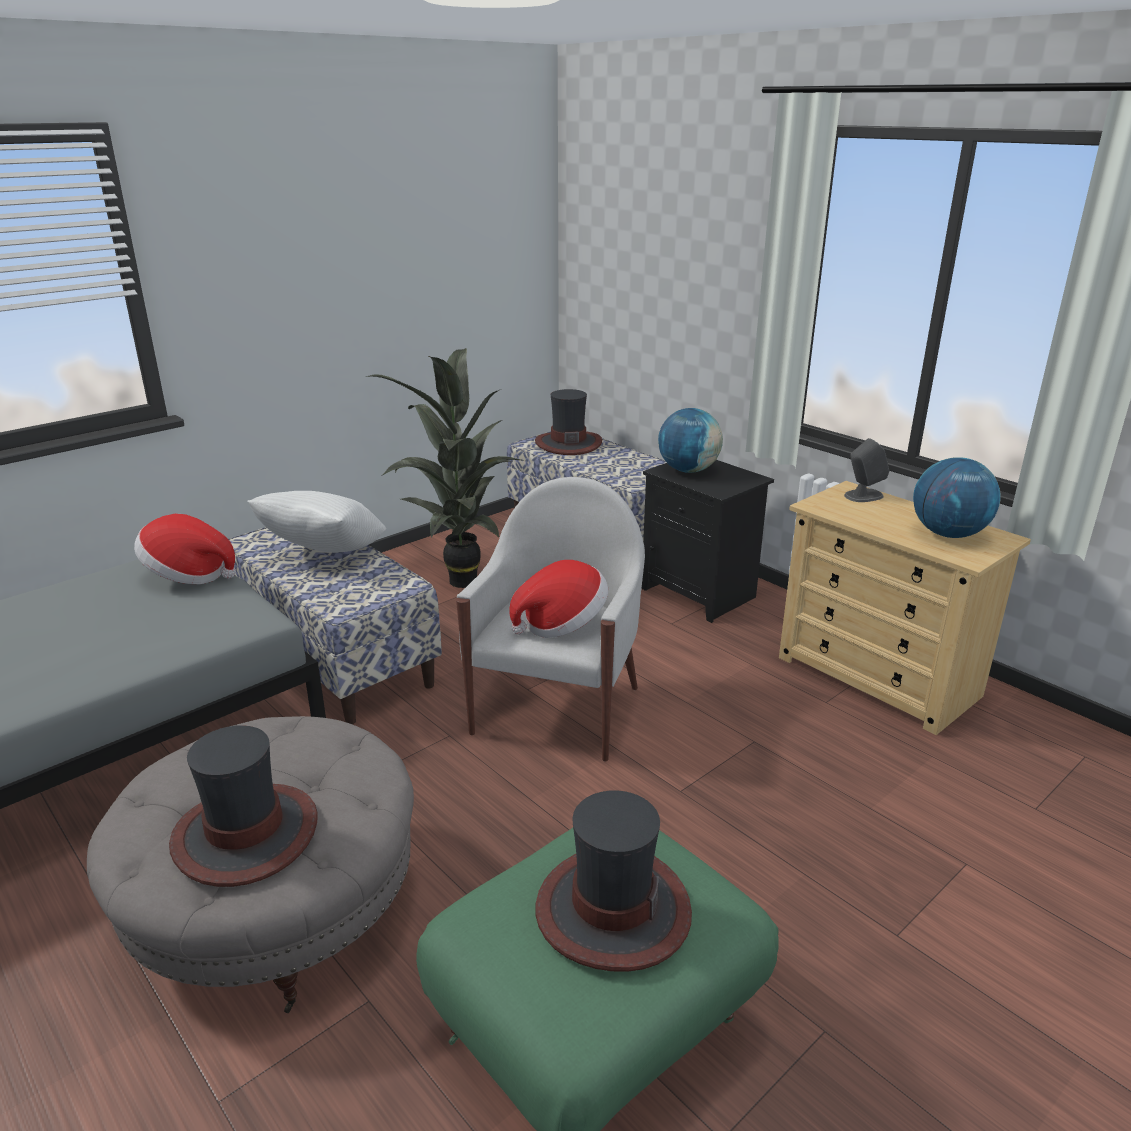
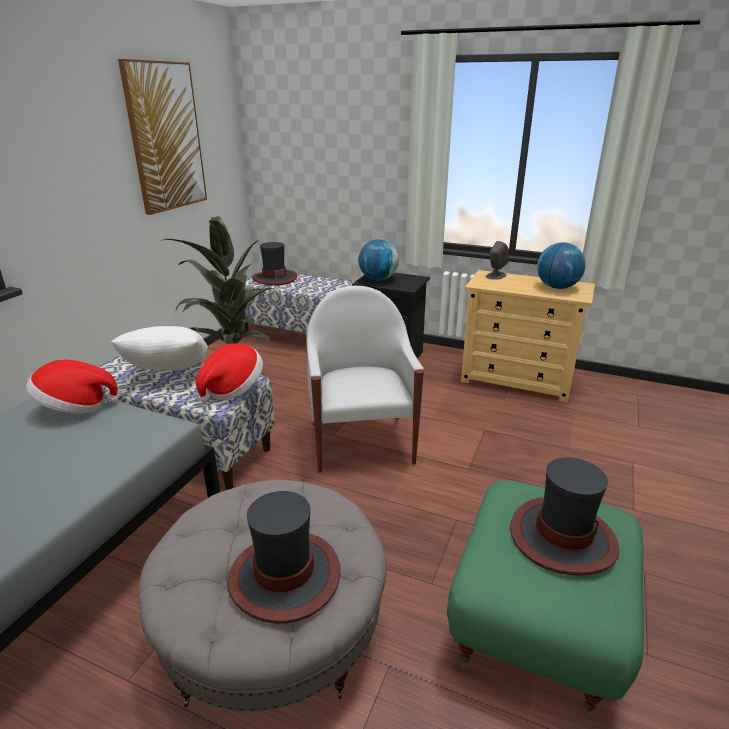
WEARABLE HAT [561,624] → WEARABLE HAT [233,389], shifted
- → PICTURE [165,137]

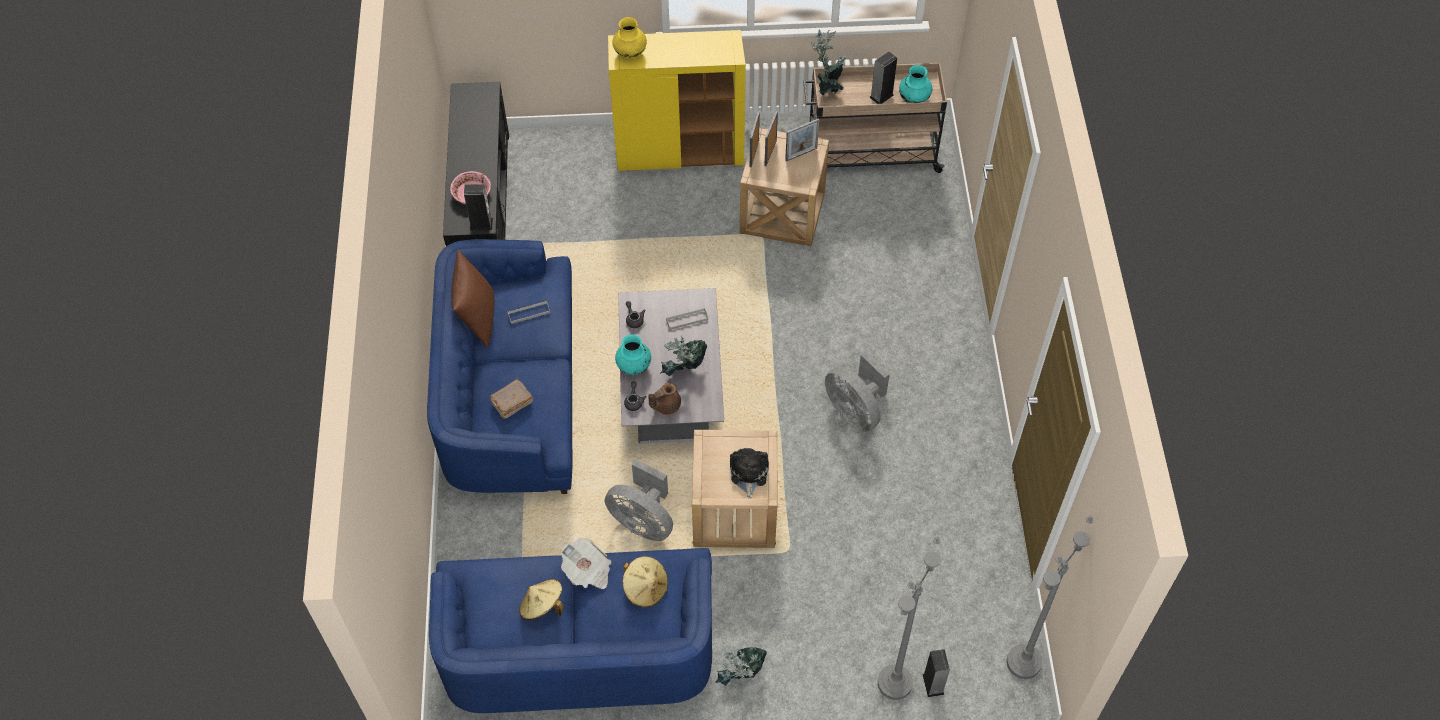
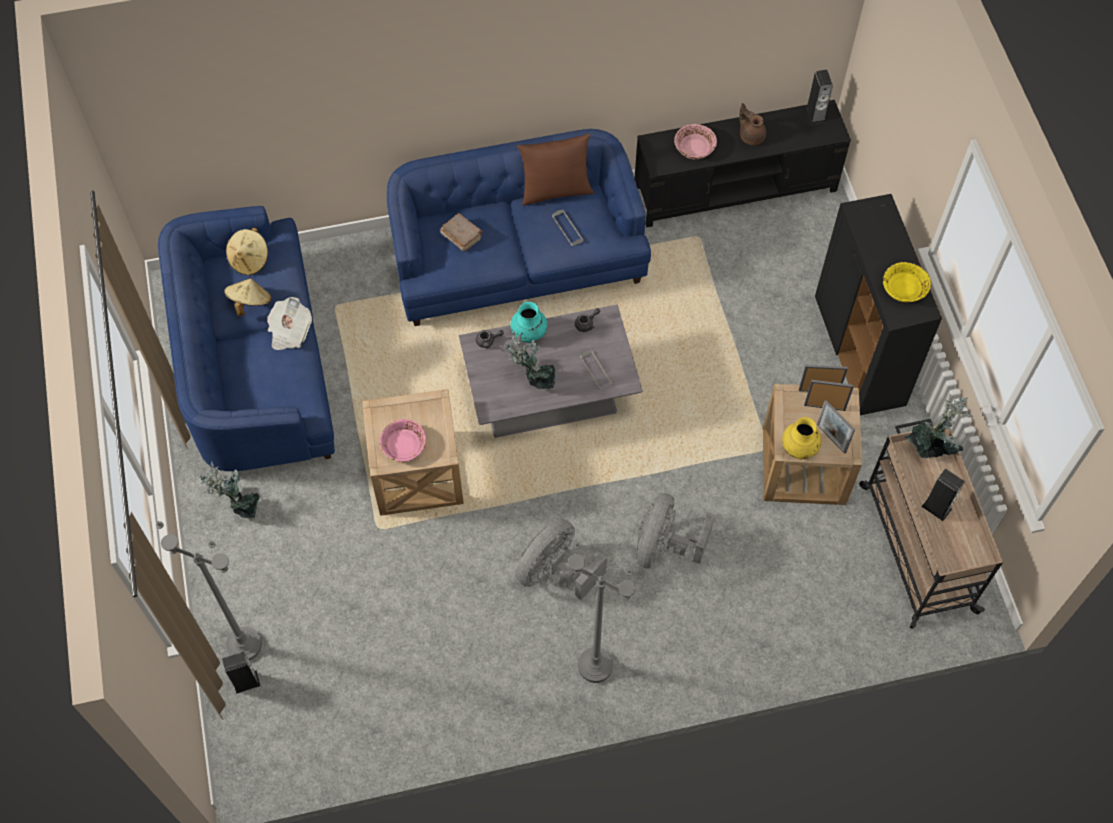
SPEAKER [481,224] → SPEAKER [815,114], shifted
GREYISH FAN [643,521] → GREYISH FAN [664,546], shifted
YELLOW CABINET [680,152] → BLACK CABINET [860,352]
YELLOW FLOWER VASE [630,53] → YELLOW FLOWER VASE [799,448], shifted
BEIGE-COLOURED WEARABLE HAT [645,588] → BEIGE-COLOURED WEARABLE HAT [250,260], shifted
BROWN-COLOURED POT FOR TEA [665,405] → BROWN-COLOURED POT FOR TEA [751,135], shifted
PLUSH TOY [748,474] → PINK-COLOURED DEEP DISH [403,445]
TURQUOISE FLOWER VASE [914,98] → -
GREYISH STANDARD LAMP [1023,663] → GREYISH STANDARD LAMP [595,666], shifted
- → YELLOW DEEP DISH [904,288]

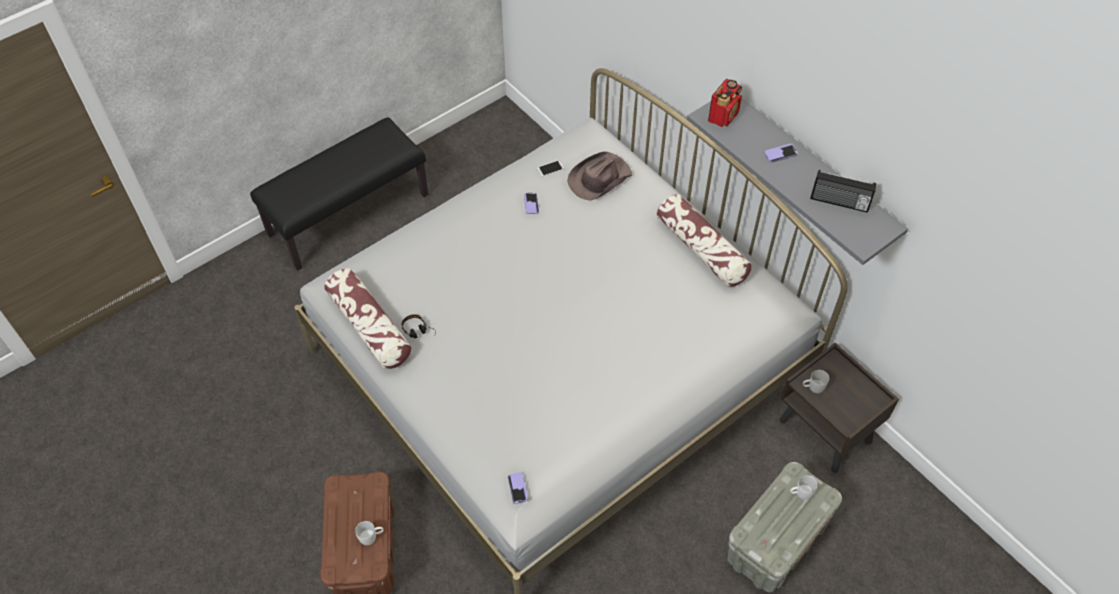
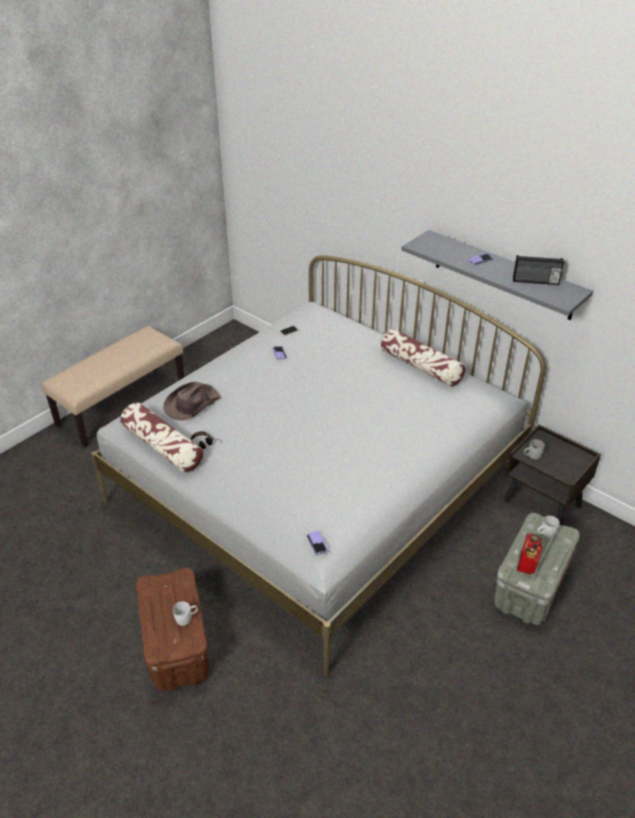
BLACK INDOOR BENCH [348,214] → BEIGE-COLOURED INDOOR BENCH [122,405]
BROWN-COLOURED WEARABLE HAT [598,179] → BROWN-COLOURED WEARABLE HAT [191,404], shifted
RADIO RECEIVER [723,116] → RADIO RECEIVER [527,564], shifted

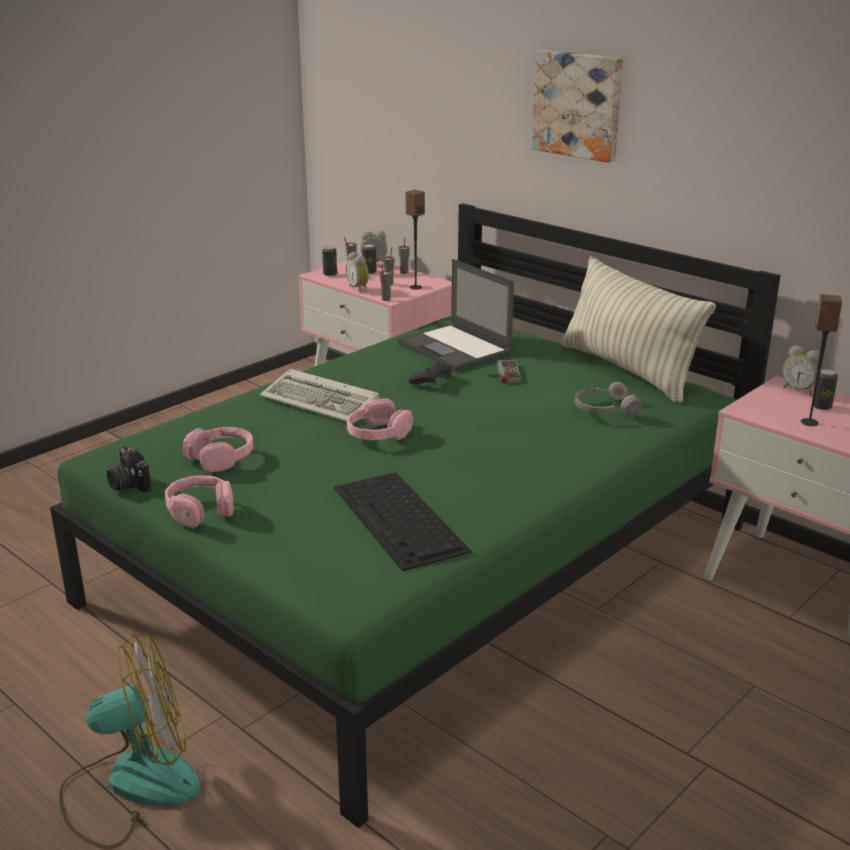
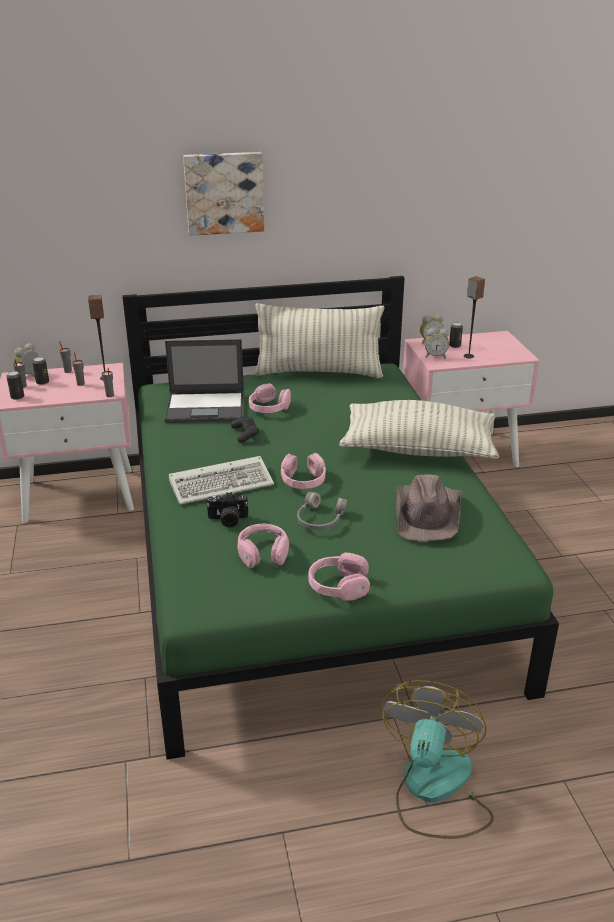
PHOTO CAMERA [128,484] → PHOTO CAMERA [228,520], shifted
KEYBOARD [400,519] → BROWN-COLOURED WEARABLE HAT [428,514]
TABLE CLOCK [359,288] → TABLE CLOCK [435,356], shifted
GAMEPAD [502,373] → PINK-COLOURED PAIR OF HEADPHONES [269,408]
GREYISH PAIR OF HEADPHONES [604,408] → GREYISH PAIR OF HEADPHONES [319,519], shifted
- → CUSHION [418,449]

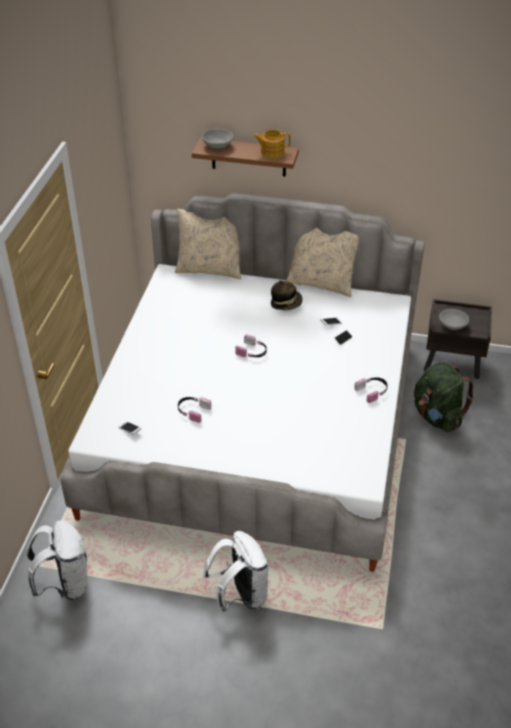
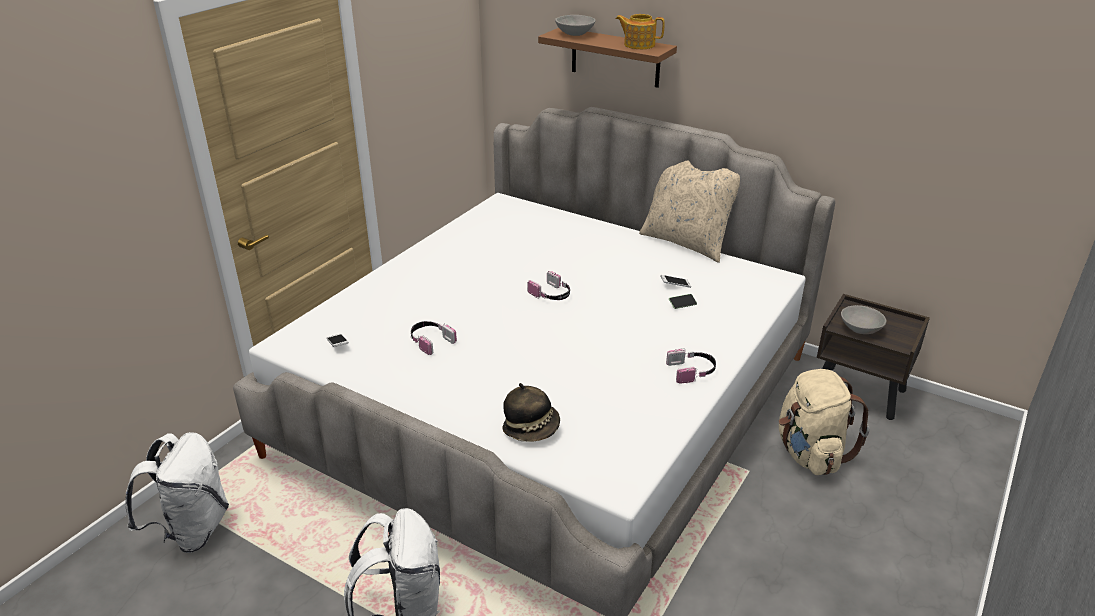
BEIGE-COLOURED CUSHION [210,269] → -
WEARABLE HAT [286,303] → WEARABLE HAT [532,428], shifted
GREEN BACKPACK [437,416] → BEIGE-COLOURED BACKPACK [810,453]

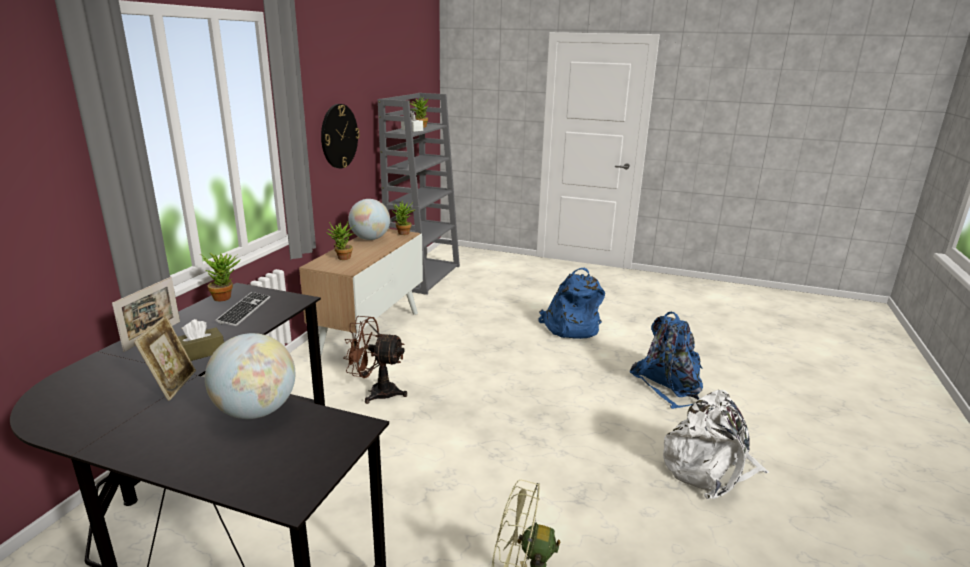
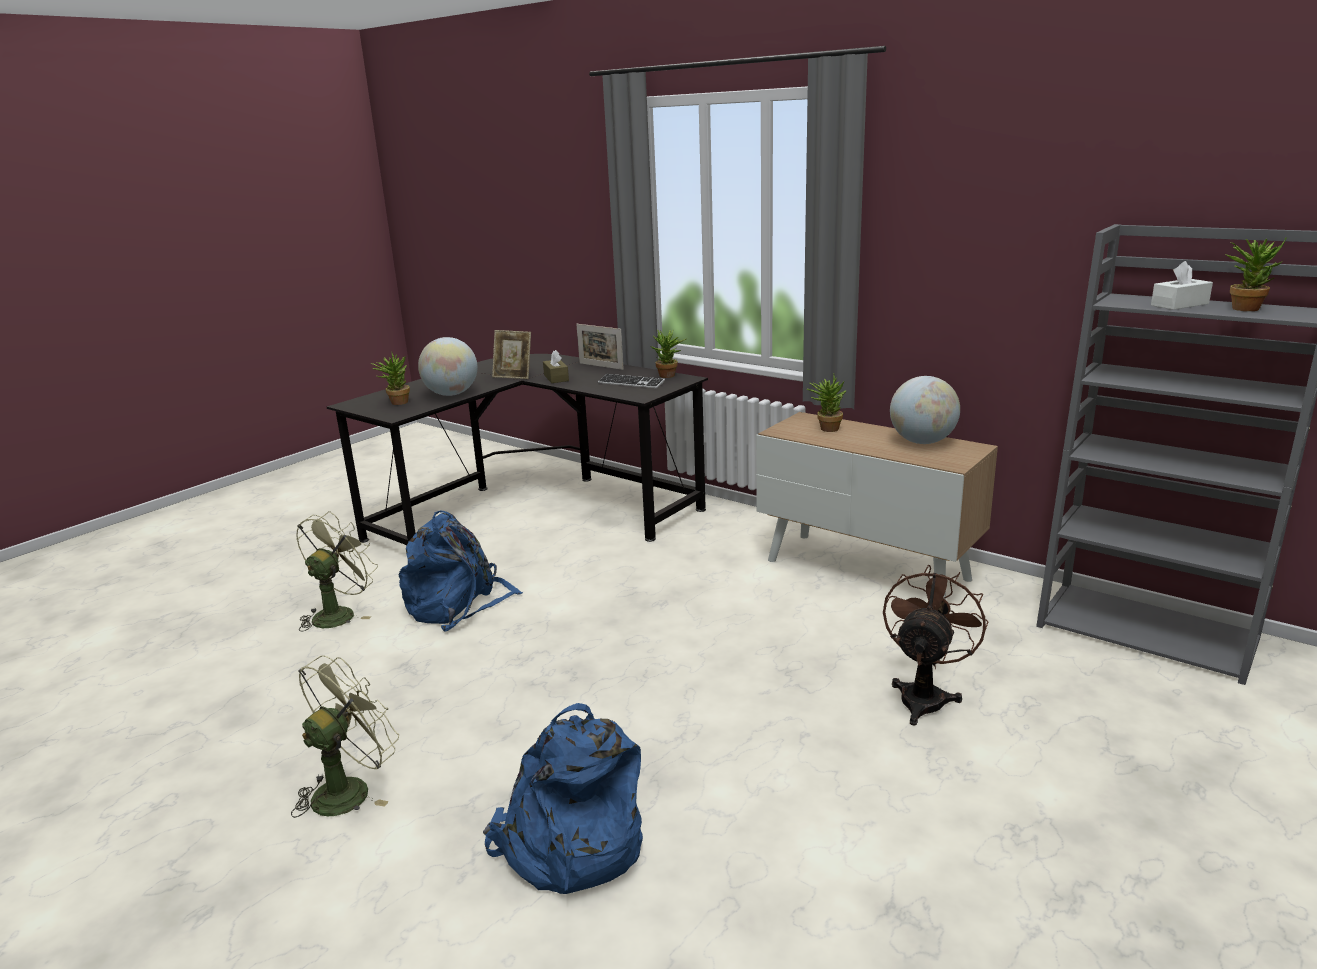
HANGING CLOCK [339,136] → -
BROWN-COLOURED FAN [376,392] → BROWN-COLOURED FAN [925,696], shifted
POTTED PLANT [404,234] → POTTED PLANT [396,402], shifted
BLUISH BACKPACK [570,328] → BLUISH BACKPACK [458,604], shifted
WHITISH BACKPACK [709,469] → GREEN FAN [350,789]

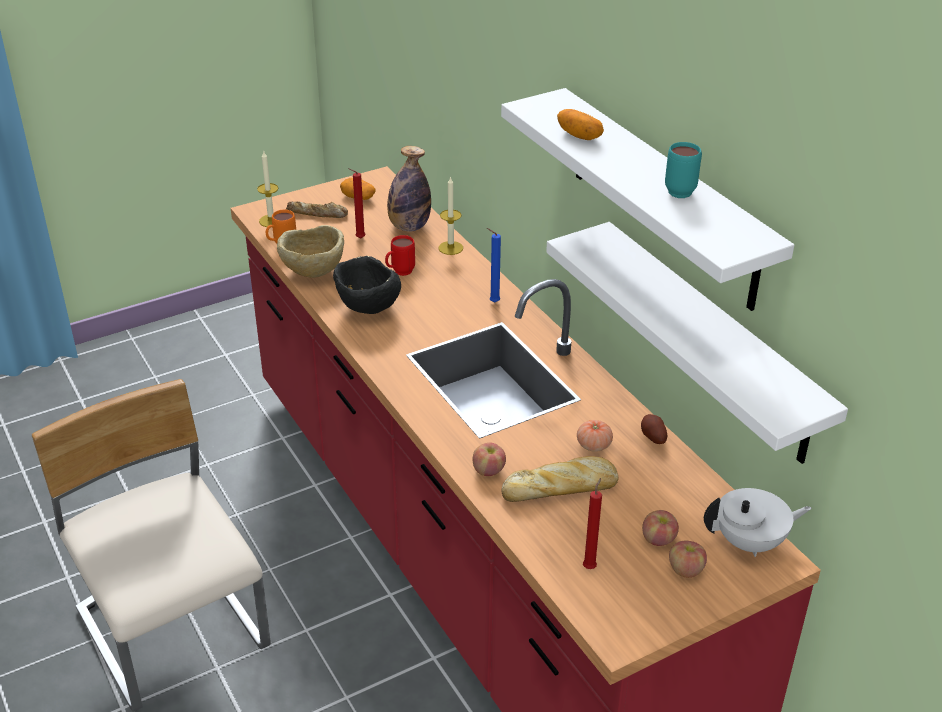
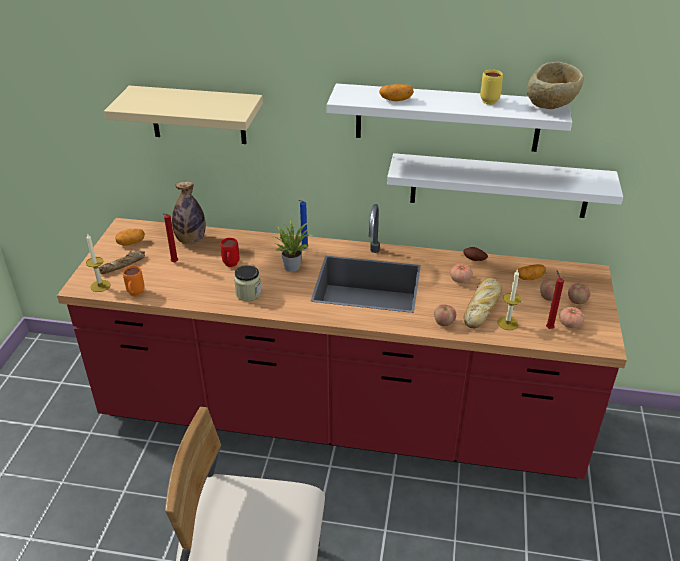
BEIGE-COLOURED DEEP DISH [313,274] → BEIGE-COLOURED DEEP DISH [550,107], shifted
BLACK DEEP DISH [367,309] → STORAGE JAR [248,293]
CANDLE [450,248] → CANDLE [507,323], shifted
TURQUOISE COFFEE MUG [684,190] → YELLOW COFFEE MUG [488,100]
WHITISH POT FOR TEA [750,542] → -
- → BEIGE-COLOURED WALL SHELF [198,115]
- → POTTED PLANT [292,265]
- → POTATO [529,278]
- → WHOLE TOMATO [570,324]

